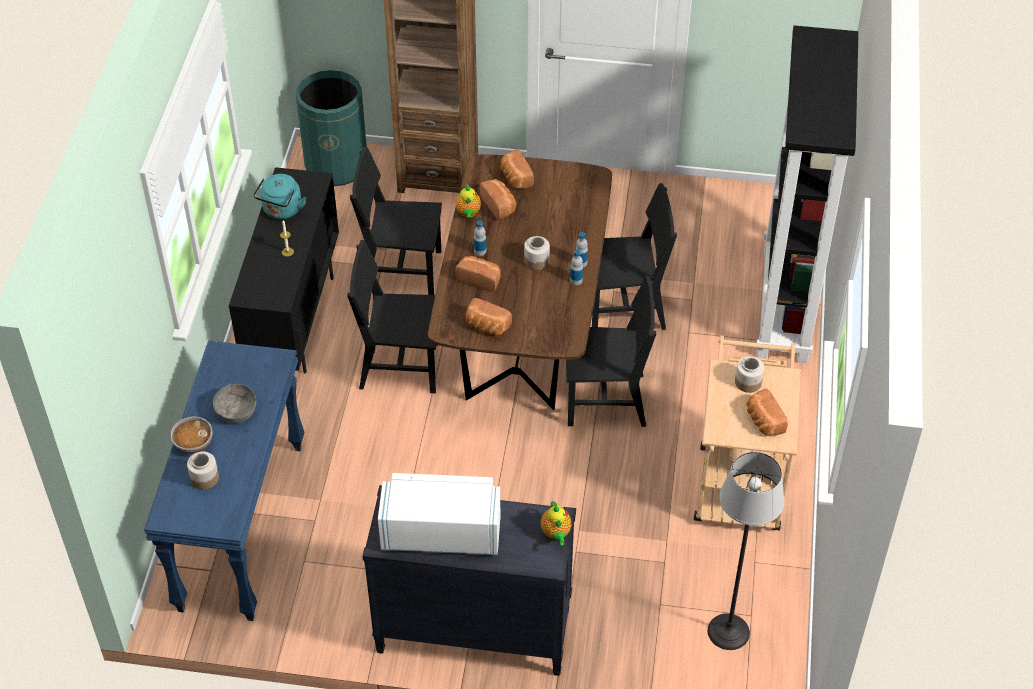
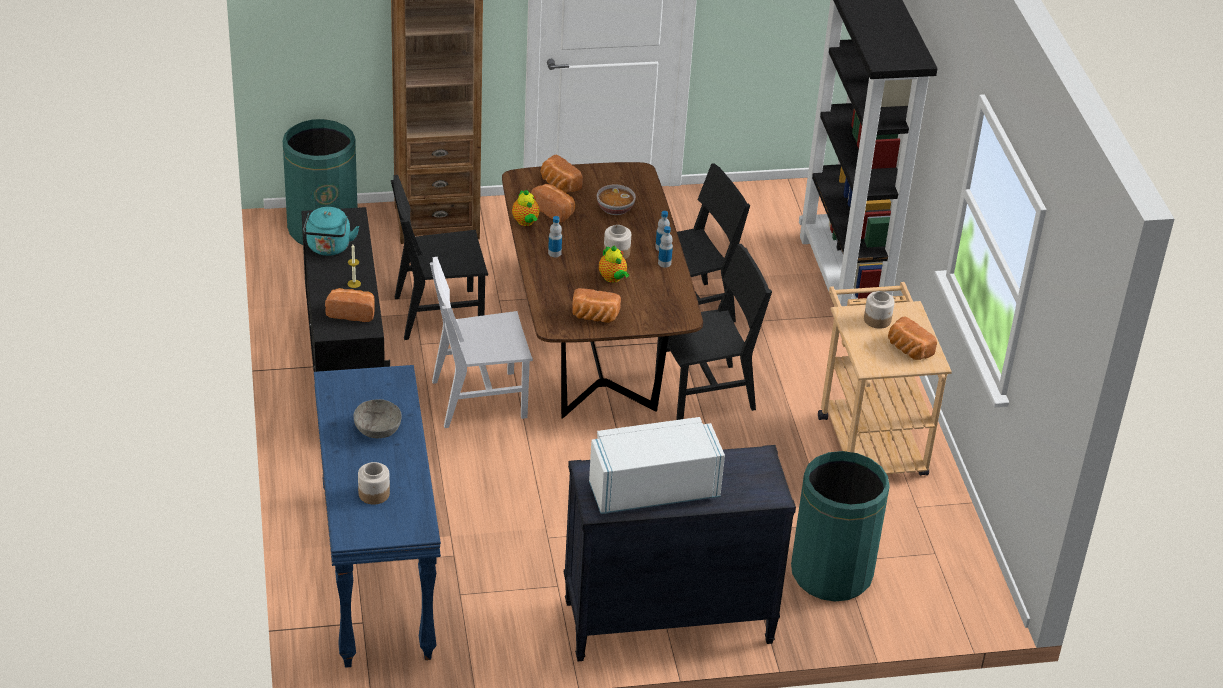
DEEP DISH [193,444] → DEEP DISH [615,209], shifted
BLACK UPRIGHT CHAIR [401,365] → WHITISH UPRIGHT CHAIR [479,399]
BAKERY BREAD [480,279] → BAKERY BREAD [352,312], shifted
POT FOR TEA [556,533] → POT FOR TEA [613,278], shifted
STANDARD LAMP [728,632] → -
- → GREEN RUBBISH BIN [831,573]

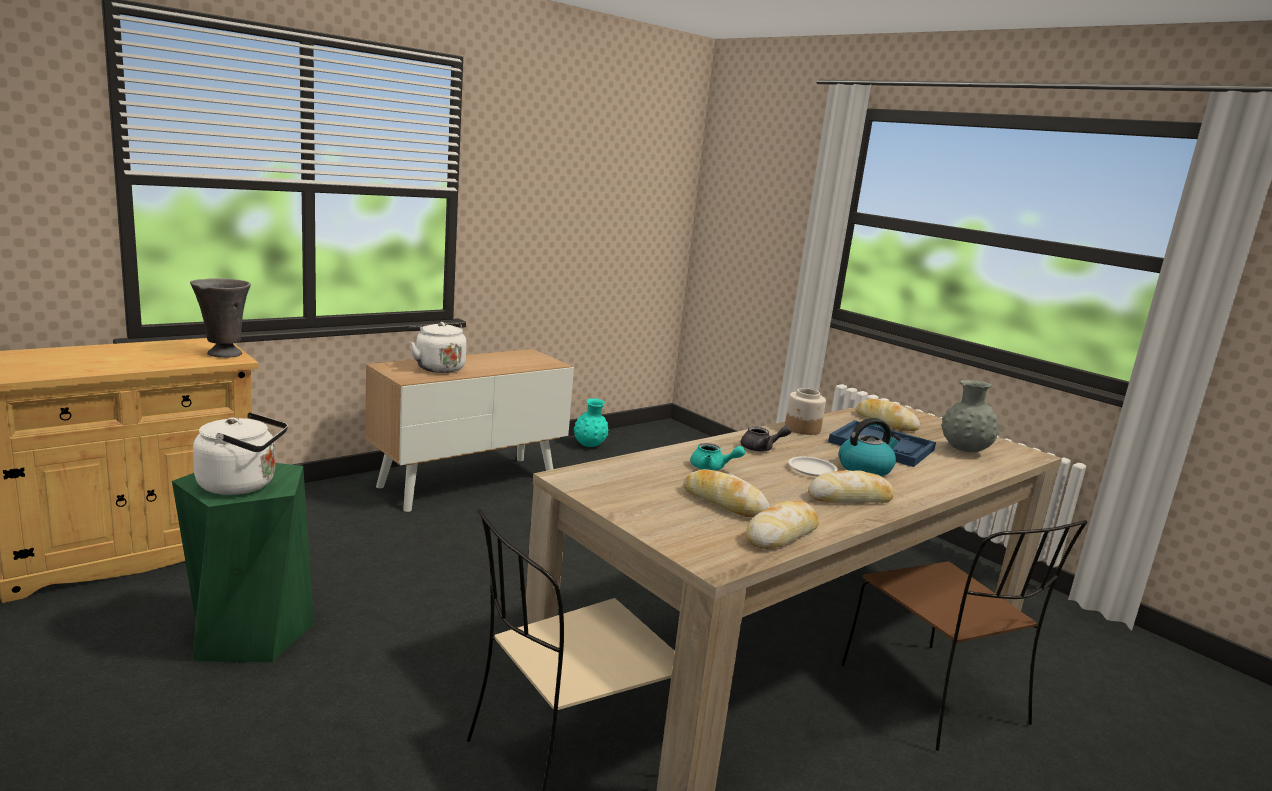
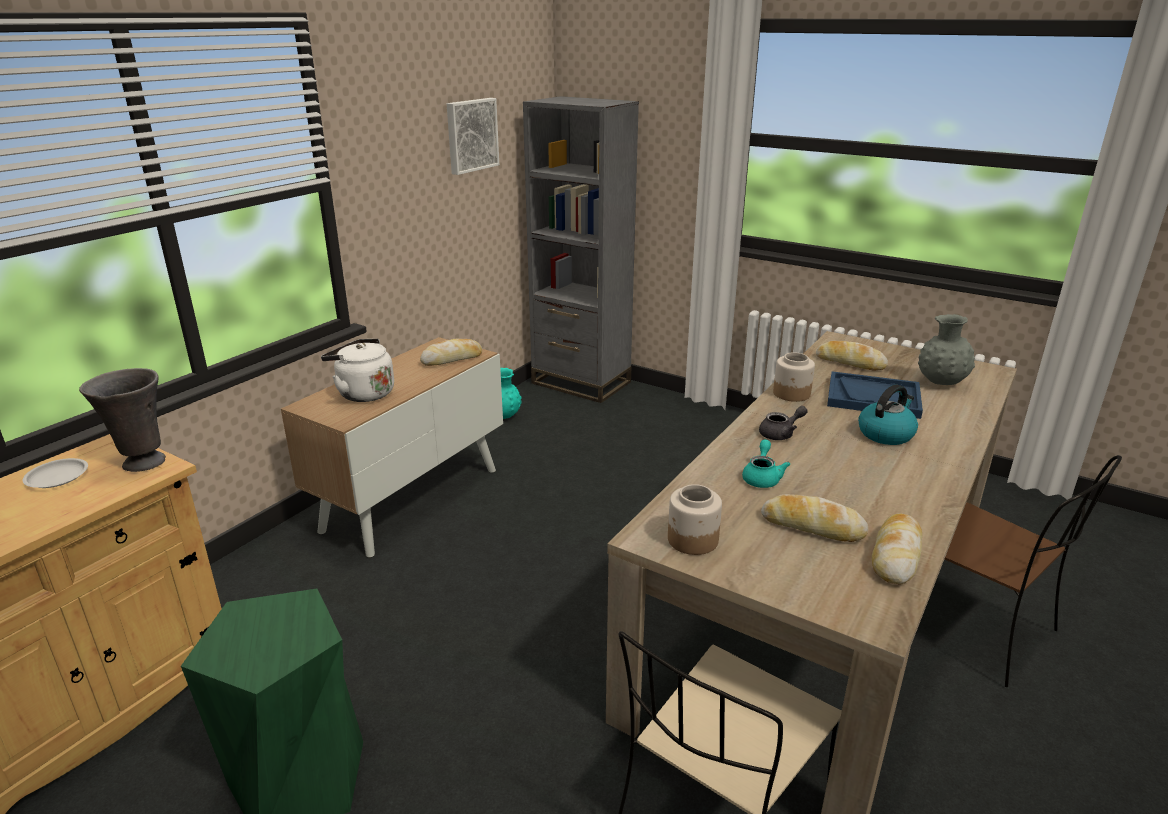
WHITISH WATER KETTLE [242,485] → -
TURQUOISE POT FOR TEA [712,468] → TURQUOISE POT FOR TEA [762,477], 75 degrees counterclockwise
WHITISH FLAT DISH [811,469] → WHITISH FLAT DISH [57,477], shifted
BAKERY BREAD [850,498] → BAKERY BREAD [452,359], shifted
- → PICTURE [471,135]
- → GREYISH BOOKCASE [581,383]
- → STORAGE JAR [692,540]

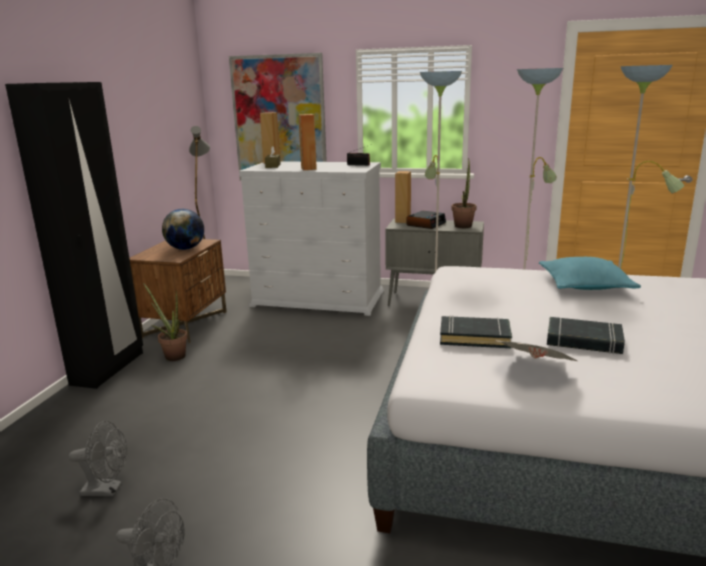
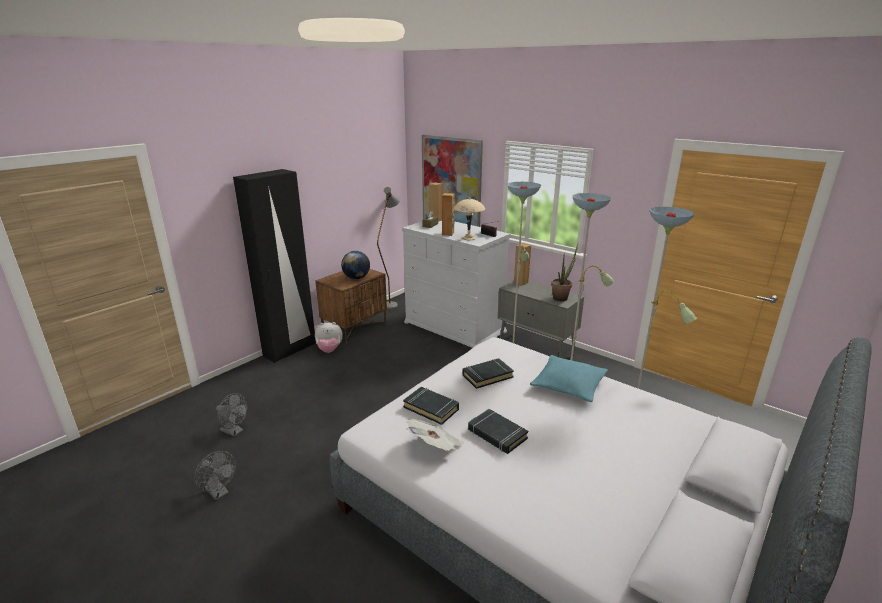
POTTED PLANT [172,355] → PLUSH TOY [329,350]
TABLE CLOCK [426,224] → -
- → BEIGE-COLOURED TABLETOP LAMP [468,238]
- → BLACK BOOK [487,376]

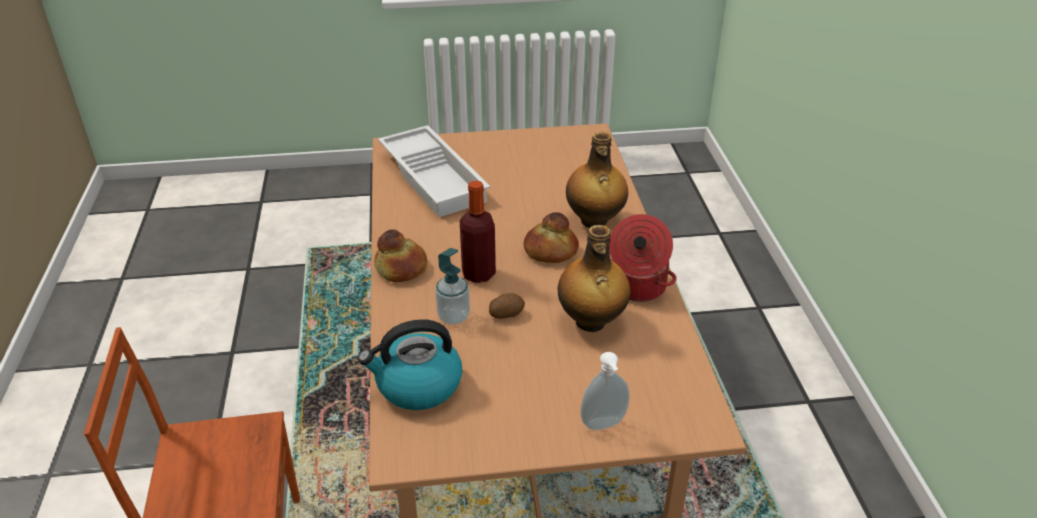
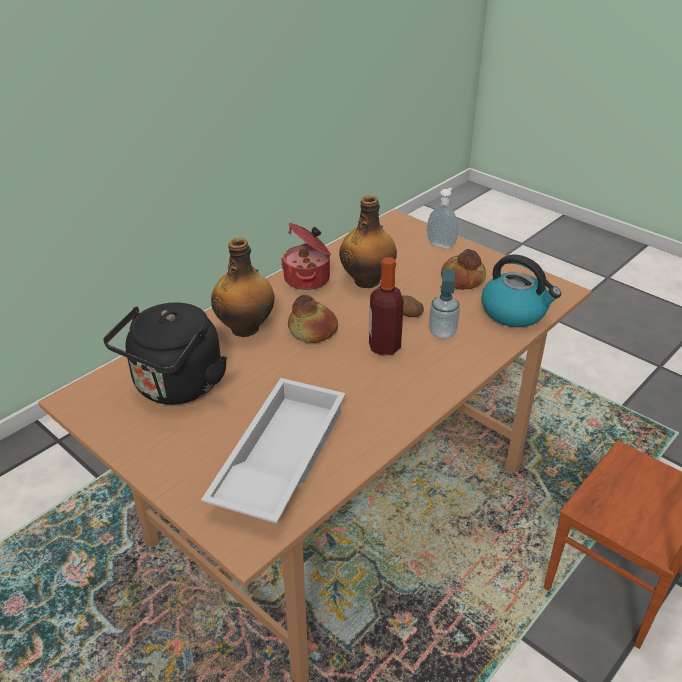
BAKERY BREAD [402,267] → BAKERY BREAD [462,278], shifted
- → BLACK WATER KETTLE [176,387]

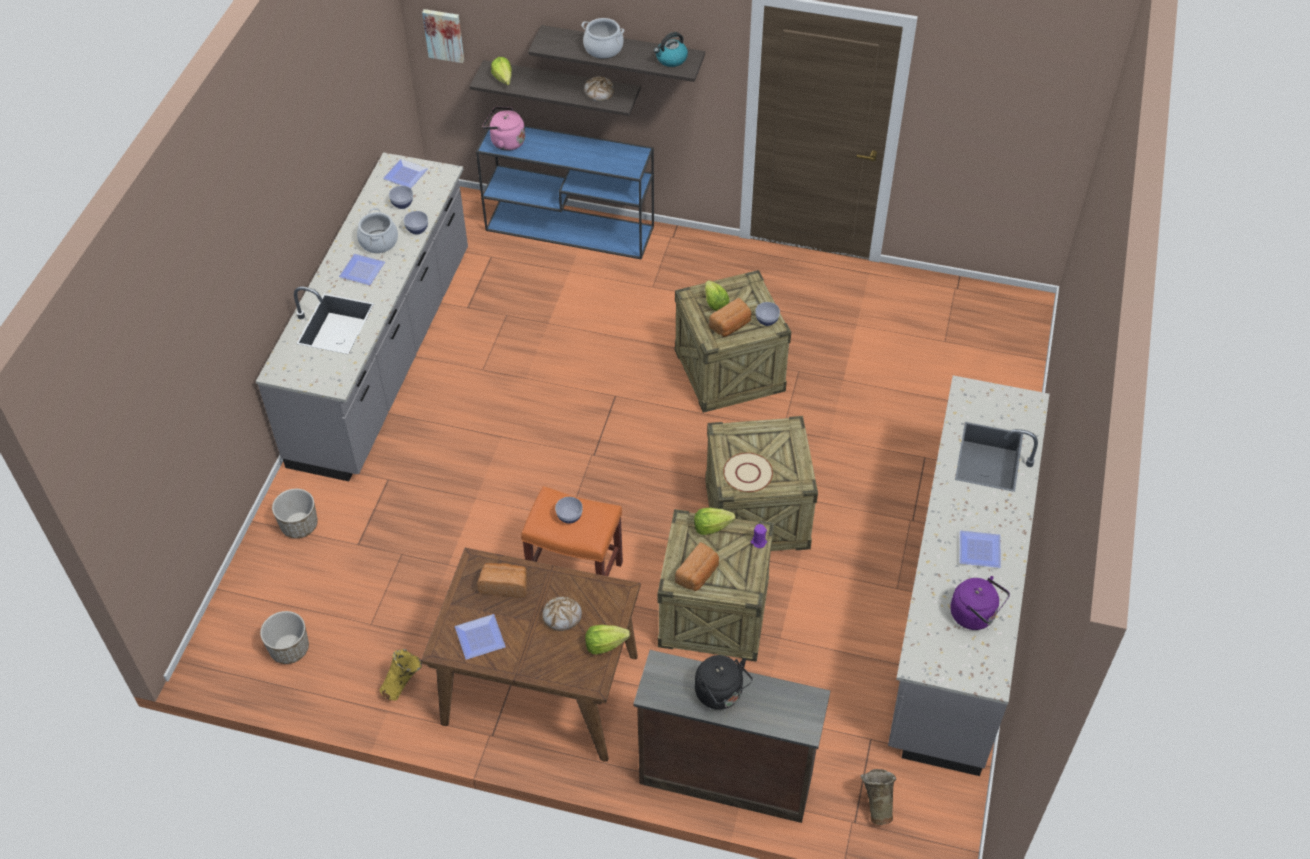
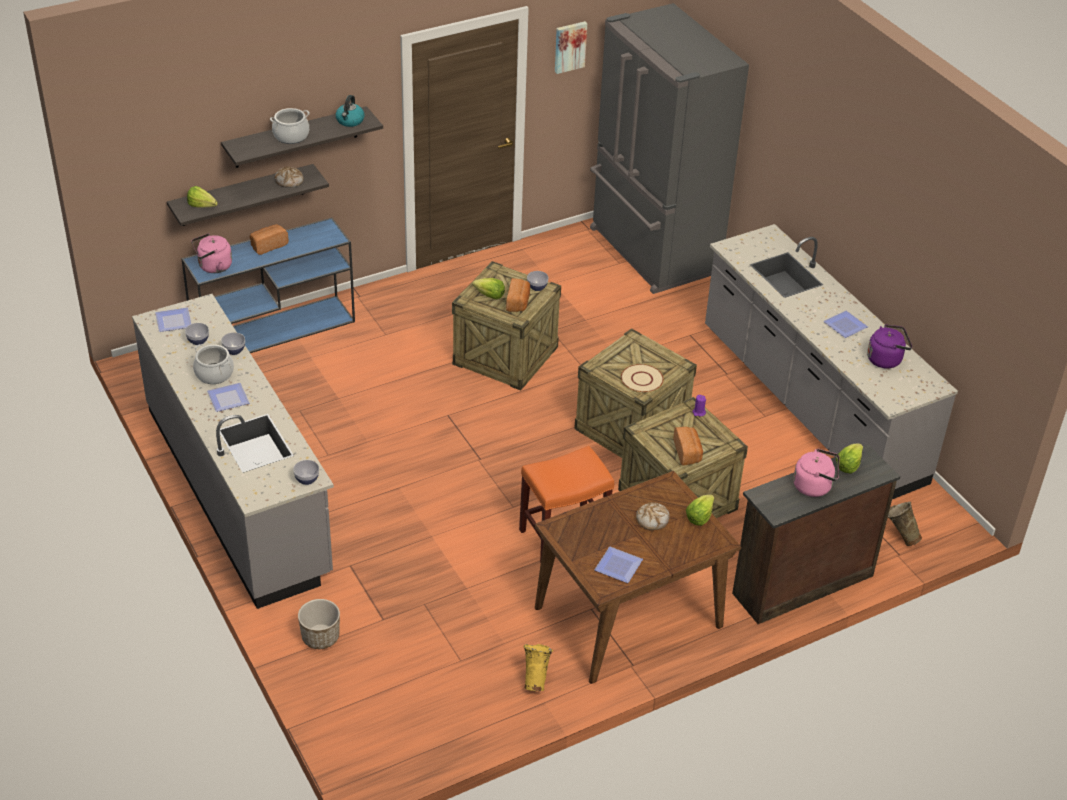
PLANTER [289,649] → -
PICTURE [444,34] → PICTURE [569,46], shifted
BAKERY BREAD [504,585] → BAKERY BREAD [268,245], shifted
DEEP DISH [569,517] → DEEP DISH [307,479], shifted
LETTUCE HEAD [711,527] → LETTUCE HEAD [848,465], shifted
BLACK WATER KETTLE [721,694] → PINK-COLOURED WATER KETTLE [815,486]
- → GREYISH REFRIGERATOR [651,251]

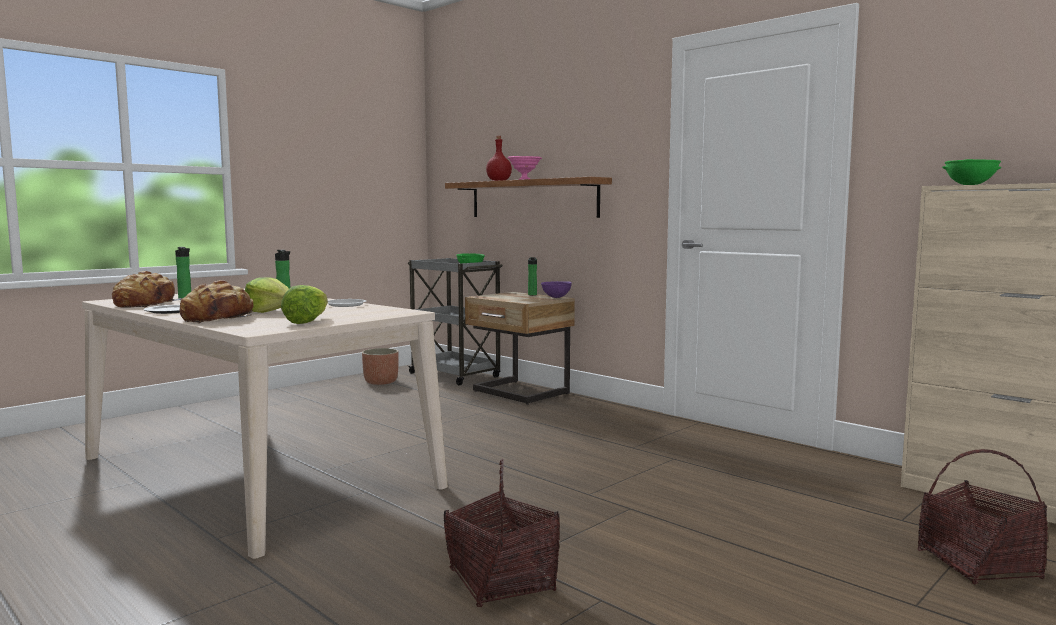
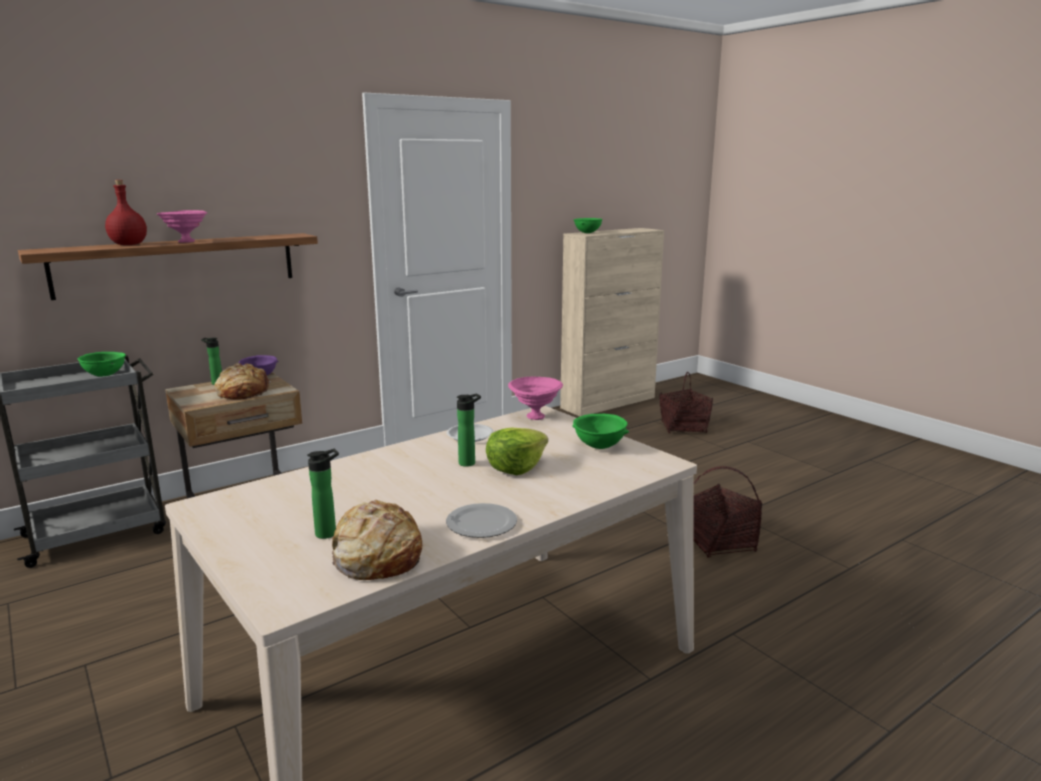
BAKERY BREAD [218,319] → BAKERY BREAD [243,392], shifted
LETTUCE HEAD [307,321] → GREEN DEEP DISH [599,447]
PLANTER [380,382] → -
- → PINK-COLOURED DEEP DISH [535,417]

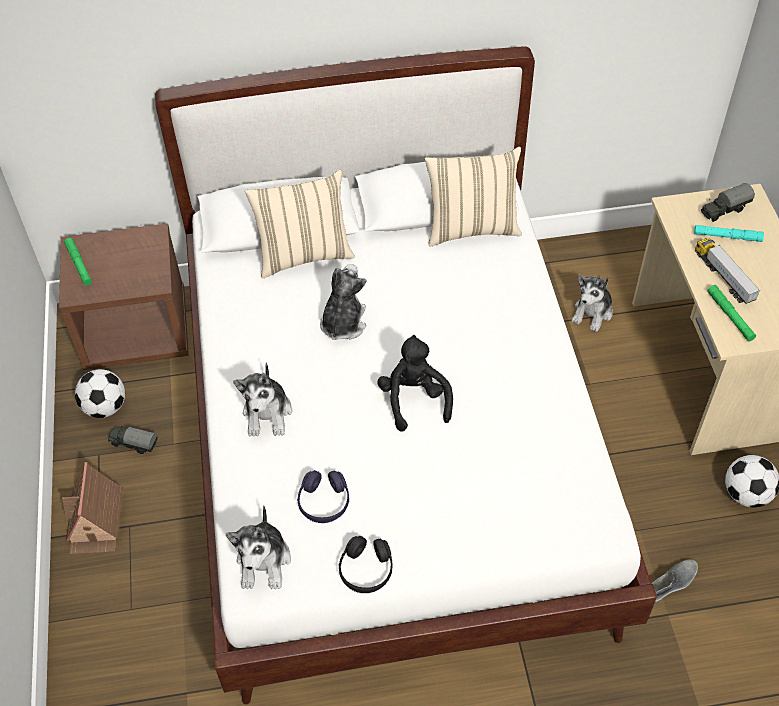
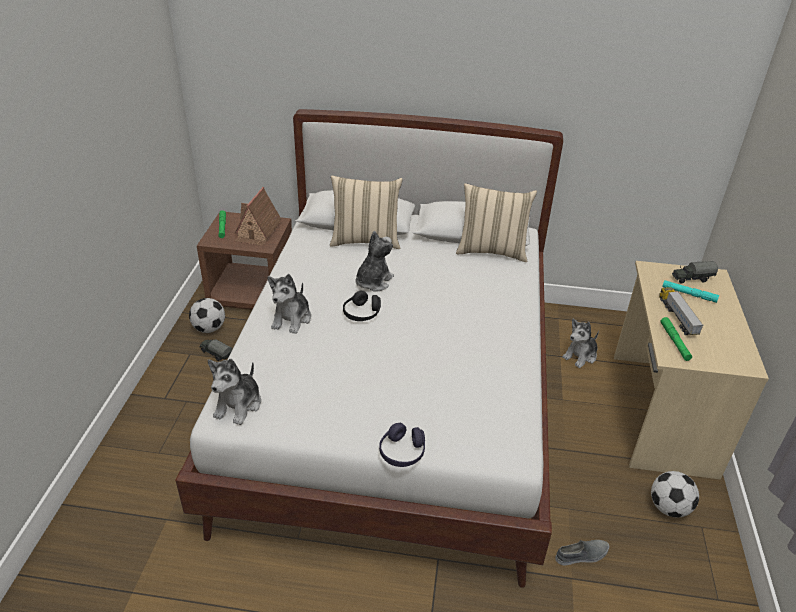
TOY HOUSE [96,521] → TOY HOUSE [258,231], shifted
PURPLE-COLOURED PAIR OF HEADPHONES [324,502] → PURPLE-COLOURED PAIR OF HEADPHONES [402,452], shifted
BLACK PAIR OF HEADPHONES [366,570] → BLACK PAIR OF HEADPHONES [362,313], shifted
BLACK PLUSH TOY [414,399] → -

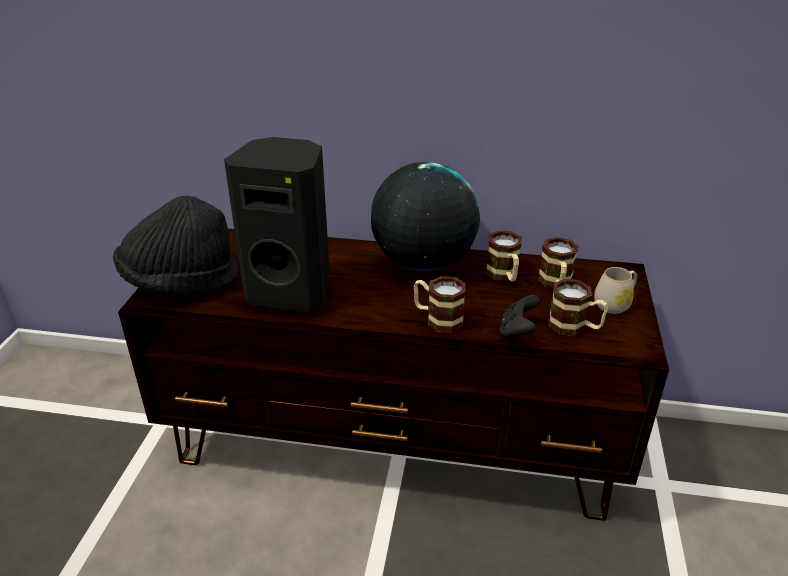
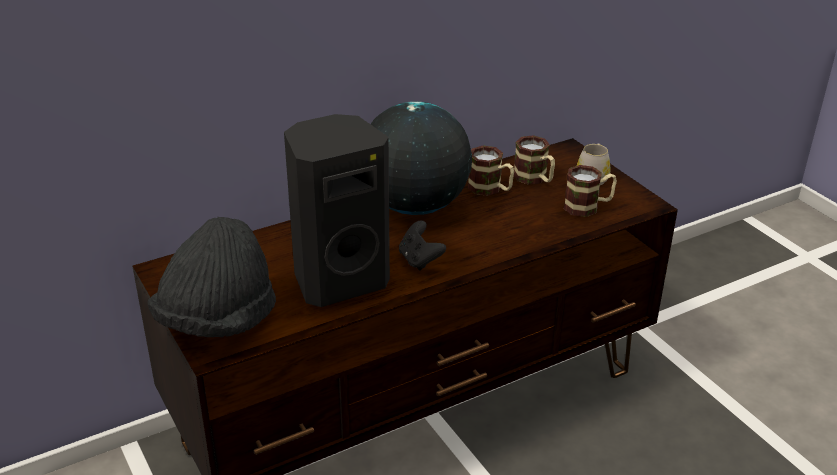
COFFEE MUG [437,318] → -
BLACK GAMEPAD [517,332] → BLACK GAMEPAD [419,260], shifted

